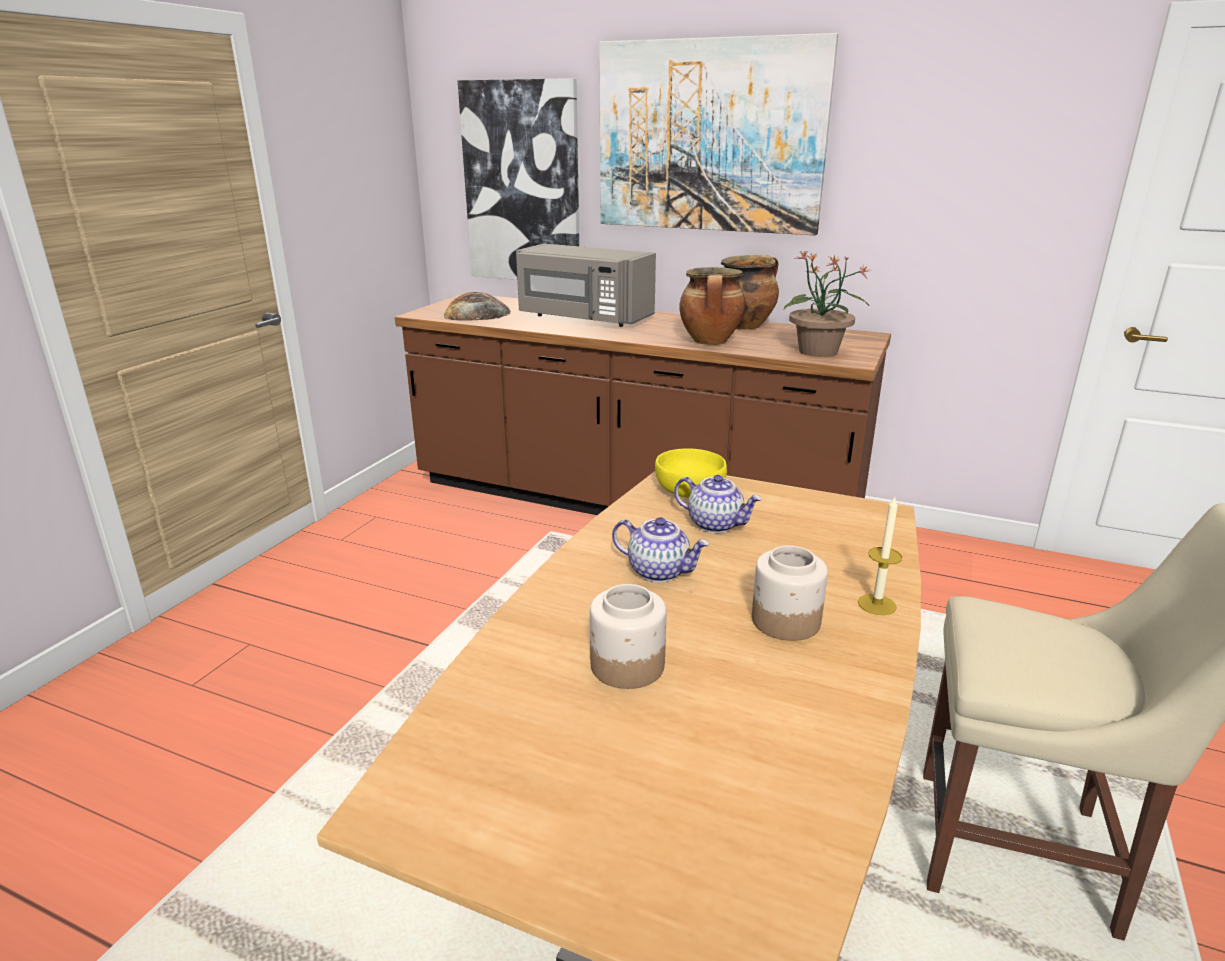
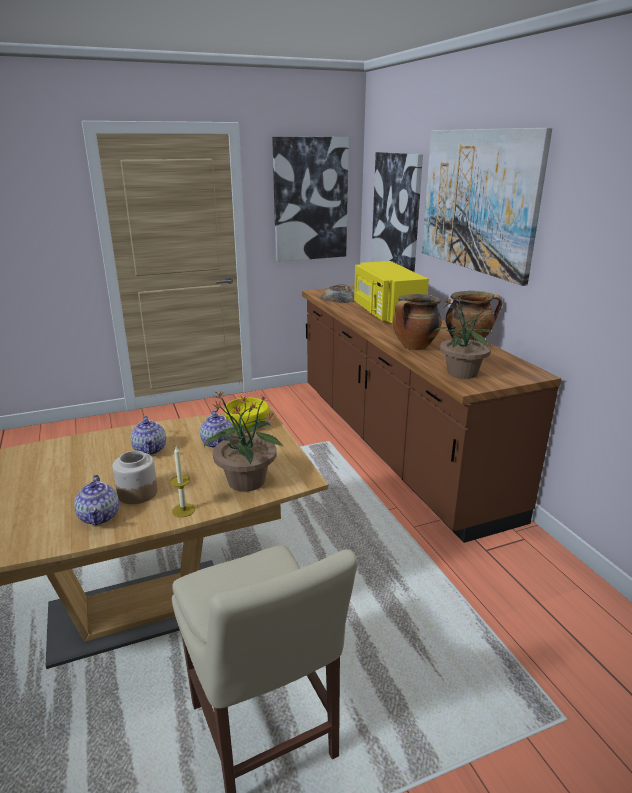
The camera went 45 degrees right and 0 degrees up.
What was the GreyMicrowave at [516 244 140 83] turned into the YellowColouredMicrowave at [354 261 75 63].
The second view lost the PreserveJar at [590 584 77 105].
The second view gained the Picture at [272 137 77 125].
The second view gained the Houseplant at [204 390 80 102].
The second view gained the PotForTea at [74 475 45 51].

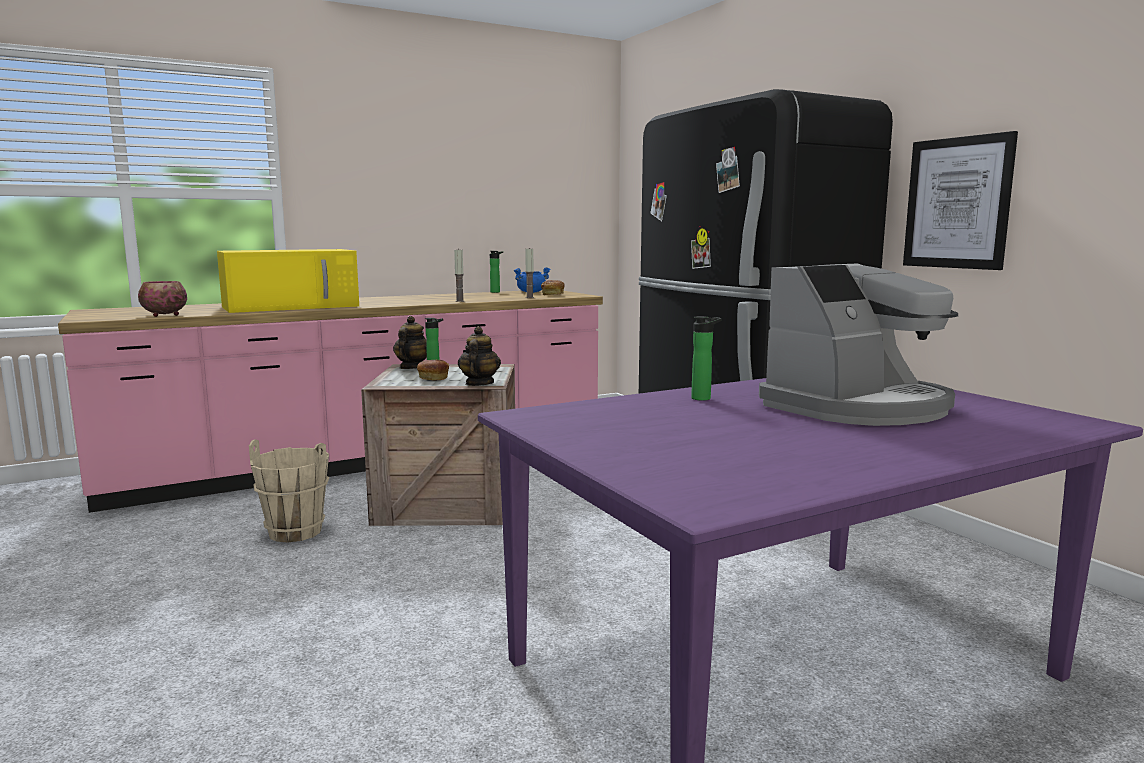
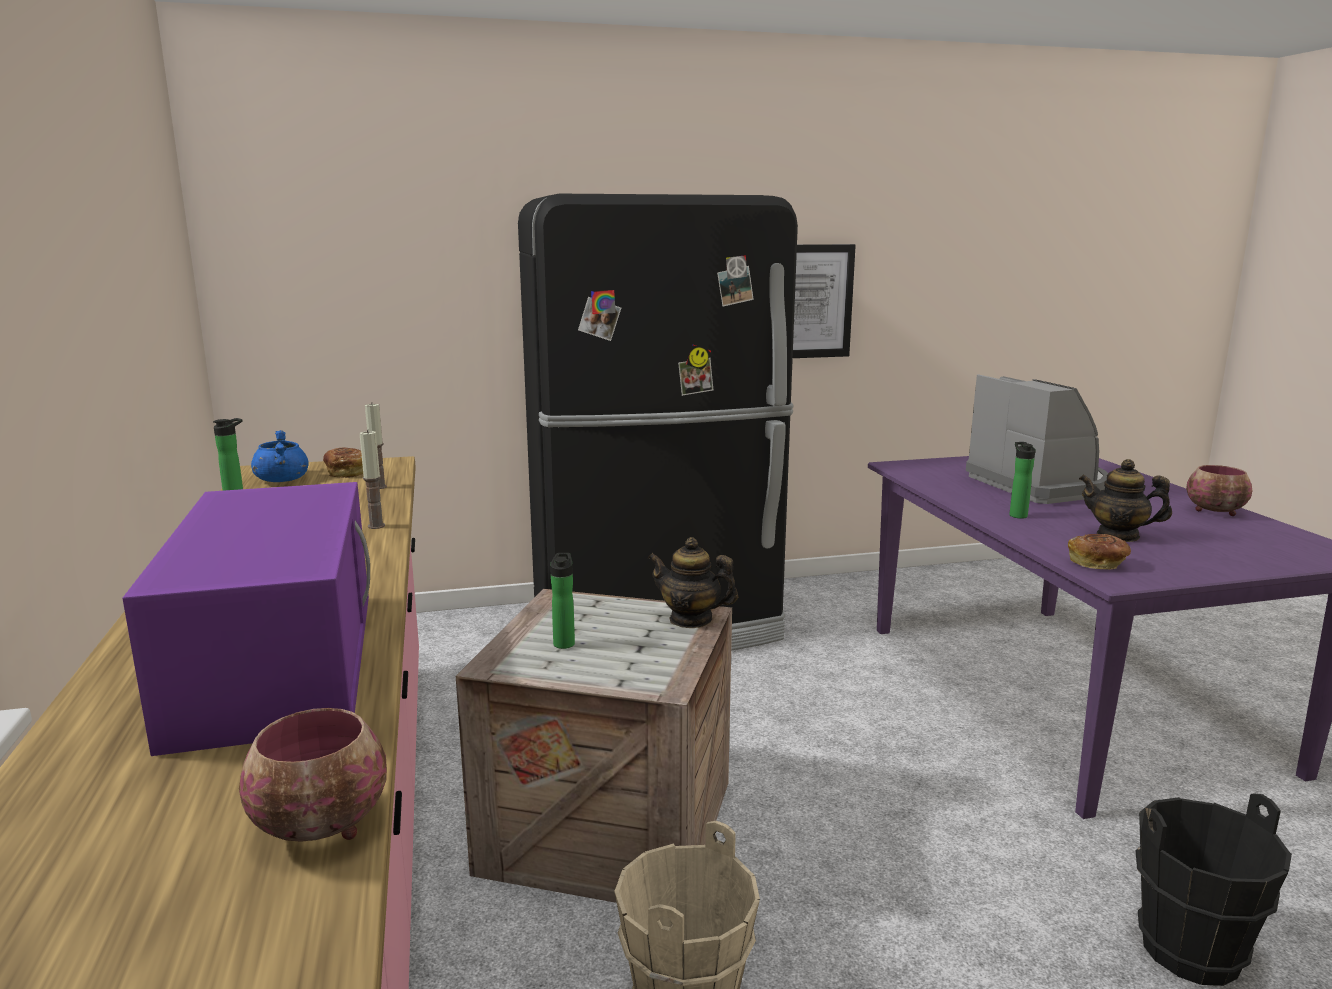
The camera went 75 degrees left and 5 degrees up.
What was the YellowColouredMicrowave at [217 249 142 64] turned into the PurplishMicrowave at [122 482 248 274].
The PotForTea ended up elsewhere, having gone from [393 316 34 53] to [1079 459 93 83].
The Bread ended up elsewhere, having gone from [417 359 32 21] to [1068 534 63 36].
The second view gained the ServingBowl at [1186 465 66 51].
The second view gained the BlackWaterBucket at [1135 793 157 193].

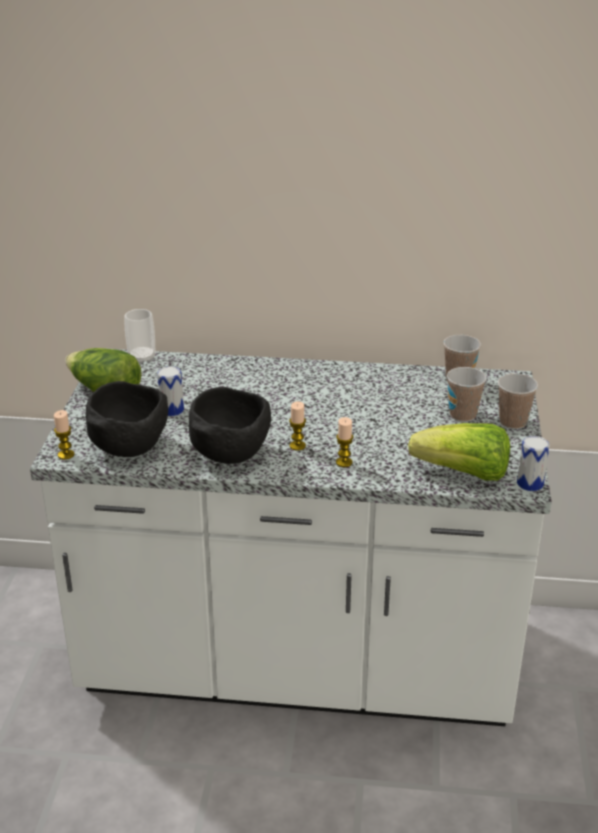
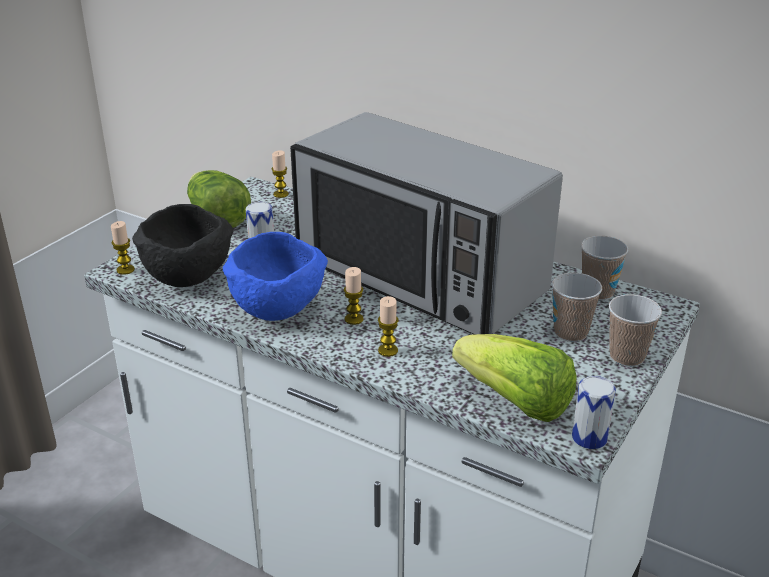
The camera went 25 degrees right and 0 degrees up.
Where the DrinkingCup stood at [125 309 30 55], the Candle came to stand at [272 150 17 48].
What was the BlackServingBowl at [189 387 82 77] turned into the BlueColouredServingBowl at [223 232 105 89].
The second view gained the Microwave at [290 112 273 223].

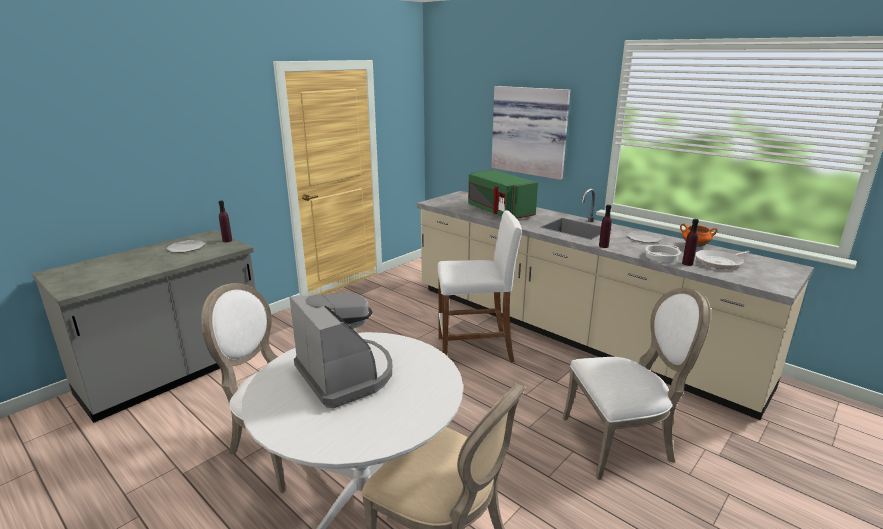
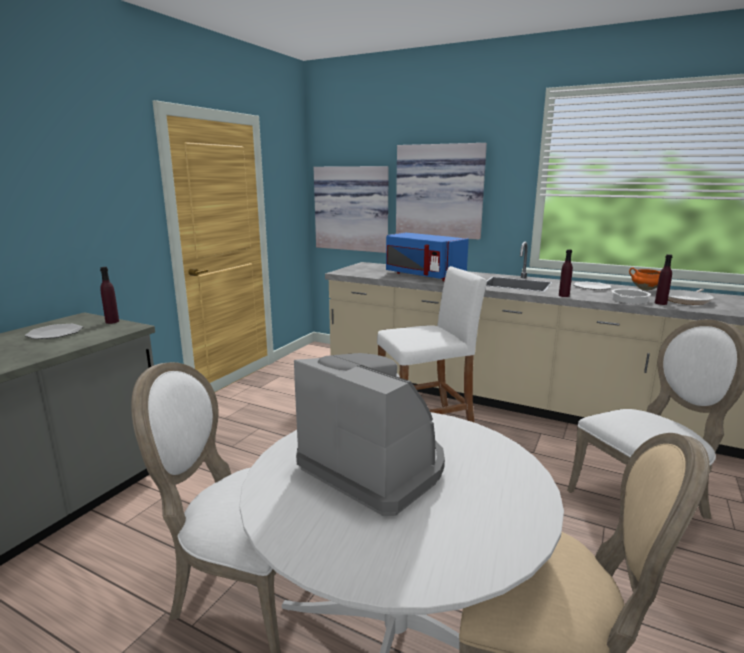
The camera went 15 degrees left and 5 degrees down.
What was the GreenColouredMicrowave at [468 169 70 50] turned into the BlueColouredMicrowave at [386 233 83 48].
The second view gained the Picture at [314 166 75 87].

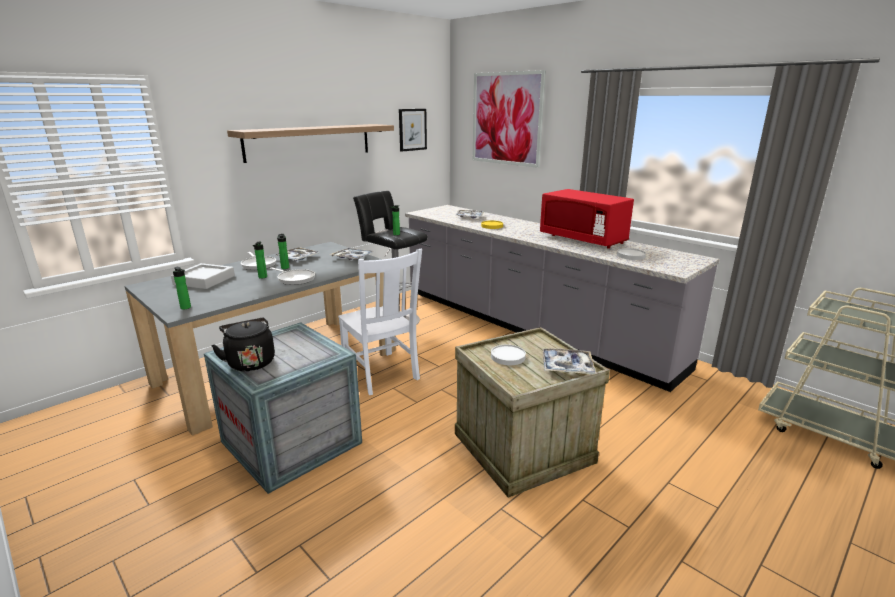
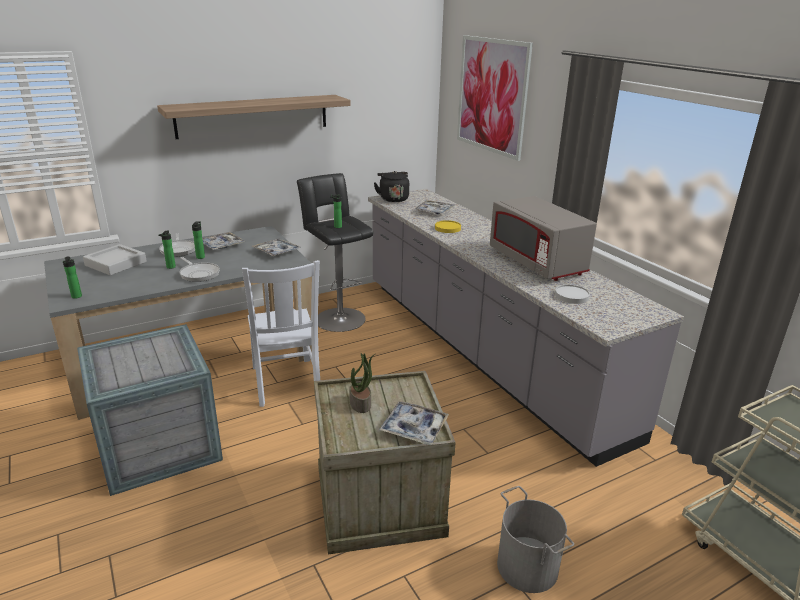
The camera went 15 degrees right and 5 degrees up.
The second view lost the Picture at [399 109 28 43].
What was the ReddishMicrowave at [540 189 94 60] turned into the GreyMicrowave at [490 196 107 85].
The BlackWaterKettle ended up elsewhere, having gone from [211 318 64 53] to [374 171 35 31].
Where the WhiteColouredPlate stood at [491 345 35 20], the Houseplant came to stand at [349 353 26 60].
The second view gained the GreyWaterBucket at [497 486 77 107].

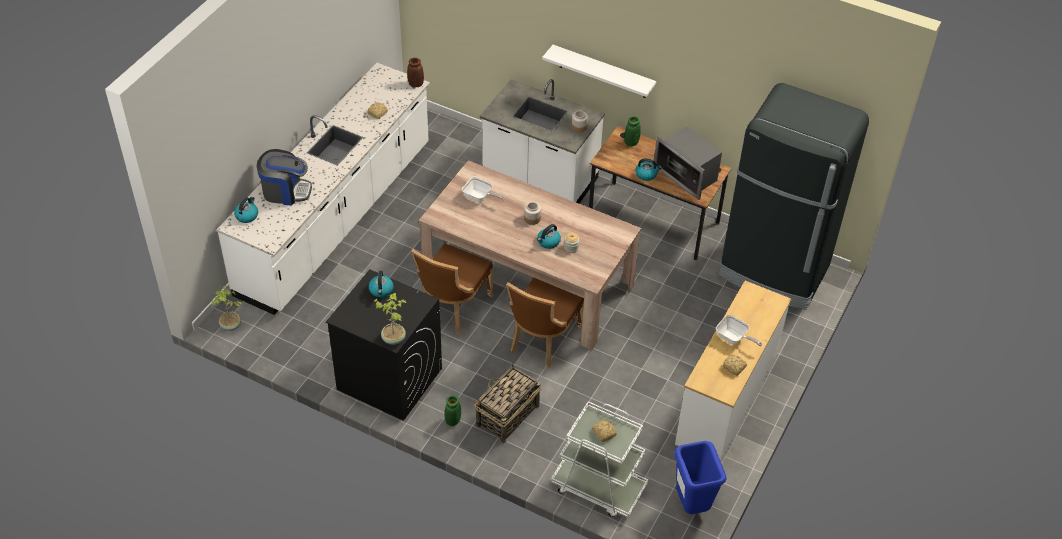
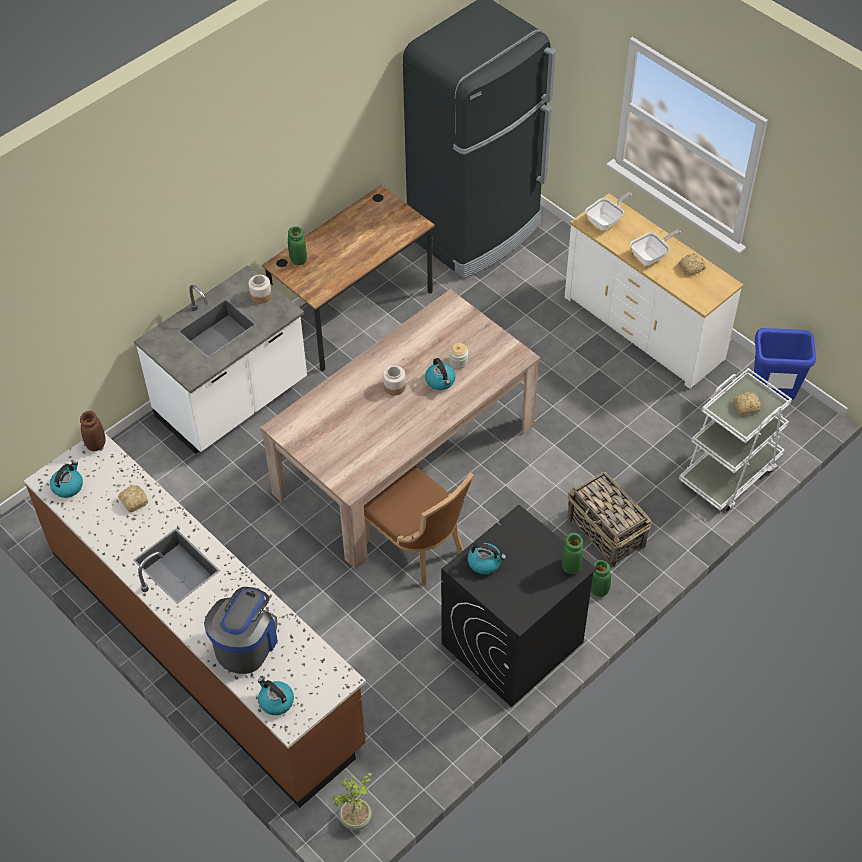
The camera went 70 degrees left and 5 degrees up.
The second view lost the WhiteColouredWallShelf at [542 45 114 53].
What was the WhiteColouredKitchenCounter at [216 63 214 252] turned into the BrownKitchenCounter at [24 433 342 375].
The second view lost the Microwave at [654 126 68 74].
The WaterKettle ended up elsewhere, having gone from [635 158 27 23] to [50 461 33 37].
The FryingPan ended up elsewhere, having gone from [462 177 43 25] to [585 192 47 38].
The second view lost the BrownUprightChair at [506 278 78 90].
Where the Houseplant stood at [374 293 32 52], the GreenColouredVase came to stand at [562 533 21 41].

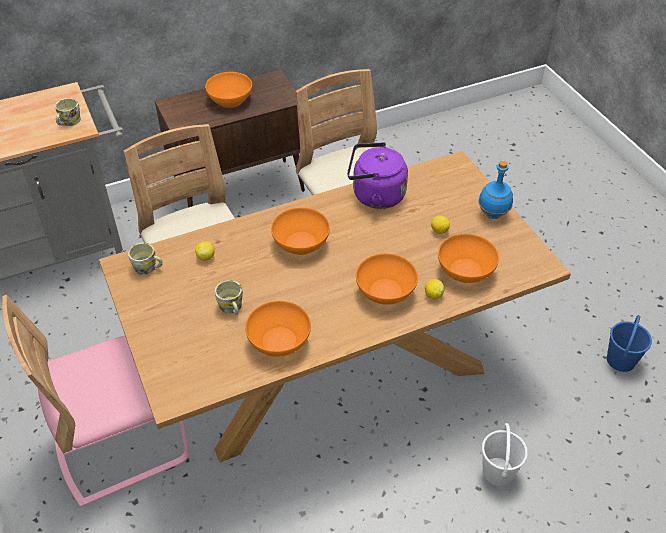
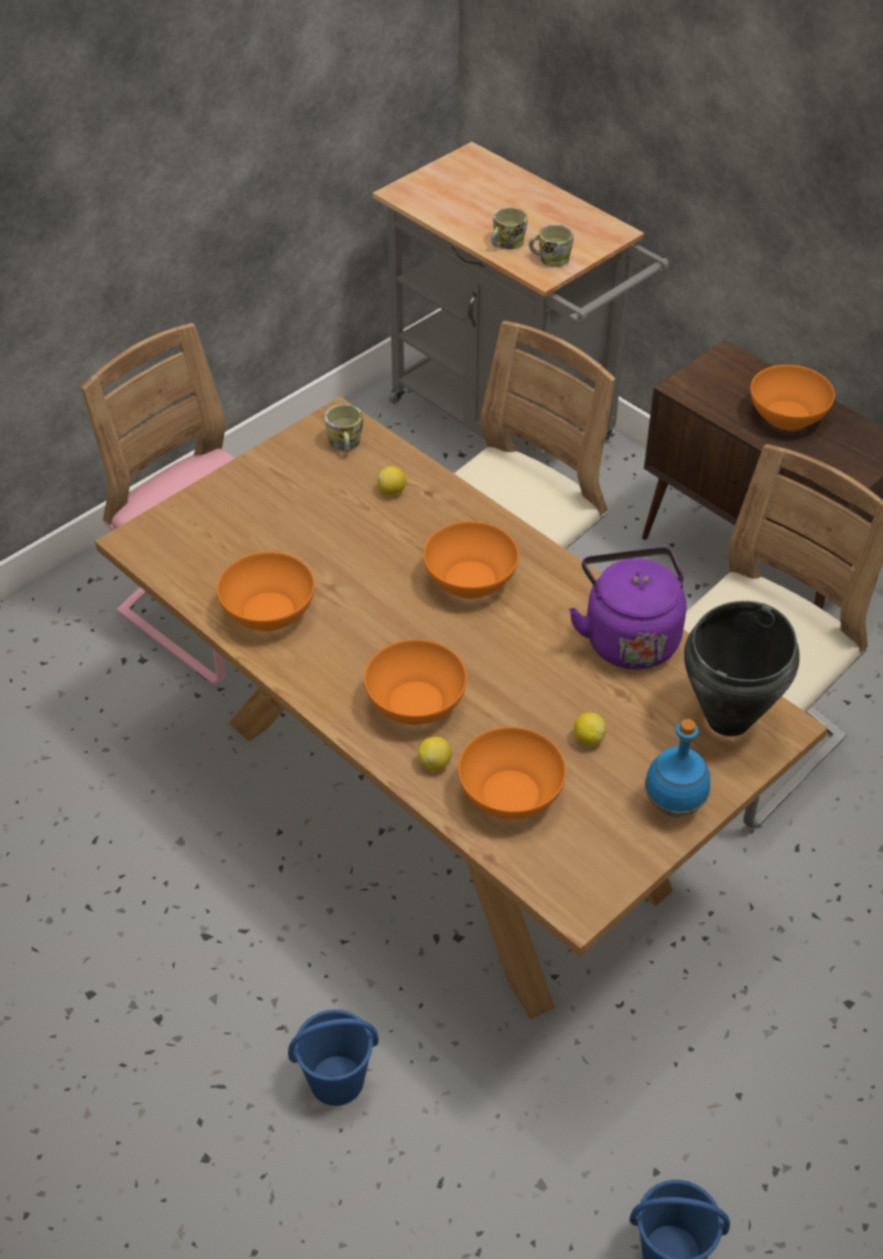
The camera went 70 degrees right and 0 degrees up.
The TeaMug ended up elsewhere, having gone from [215 280 28 35] to [491 207 36 42].
What was the WhiteColouredWaterBucket at [482 423 46 63] turned into the BlueColouredWaterBucket at [288 1009 91 97].
The second view gained the BlackCookingPot at [684 601 116 135].

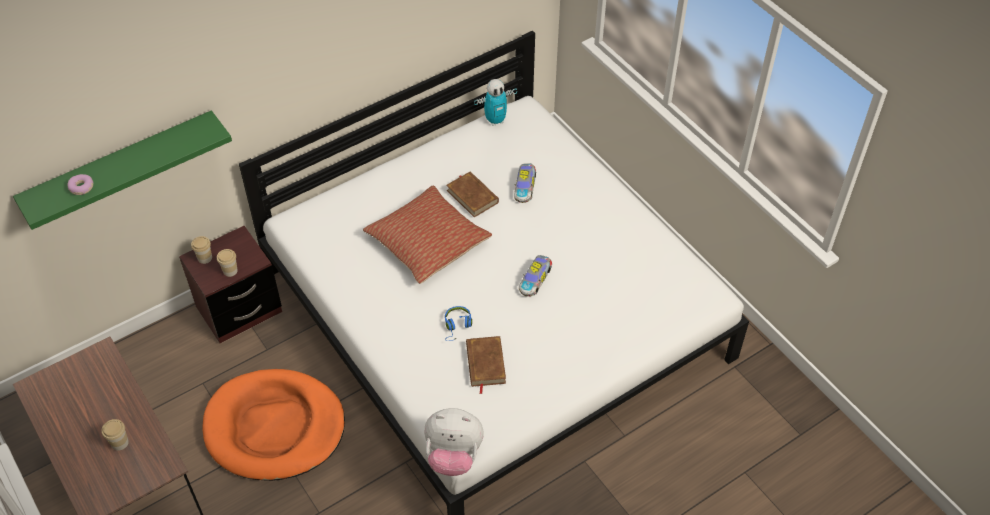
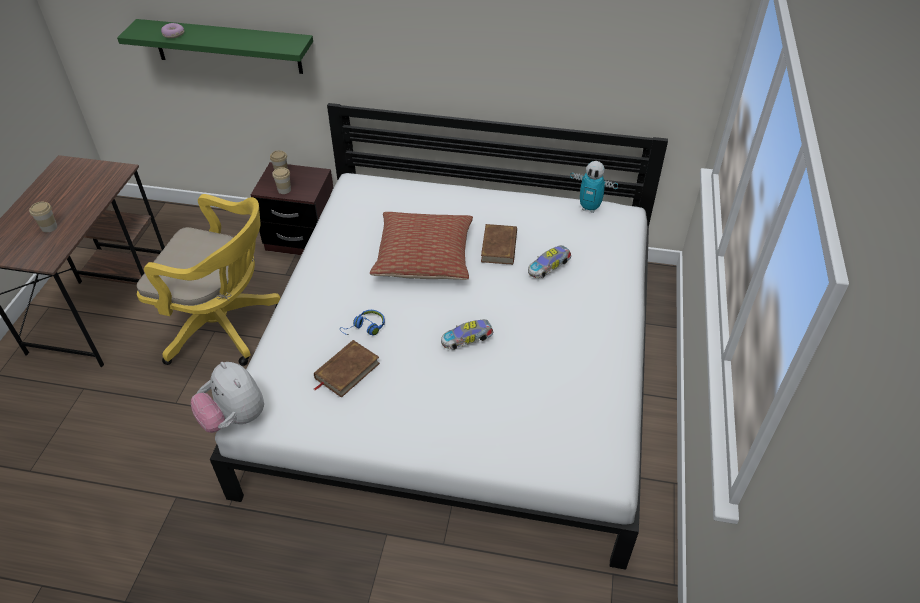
The camera went 45 degrees right and 5 degrees down.
Where the OrangePetBed stood at [203 369 142 112], the YellowColouredComputerChair came to stand at [137 194 143 172].

